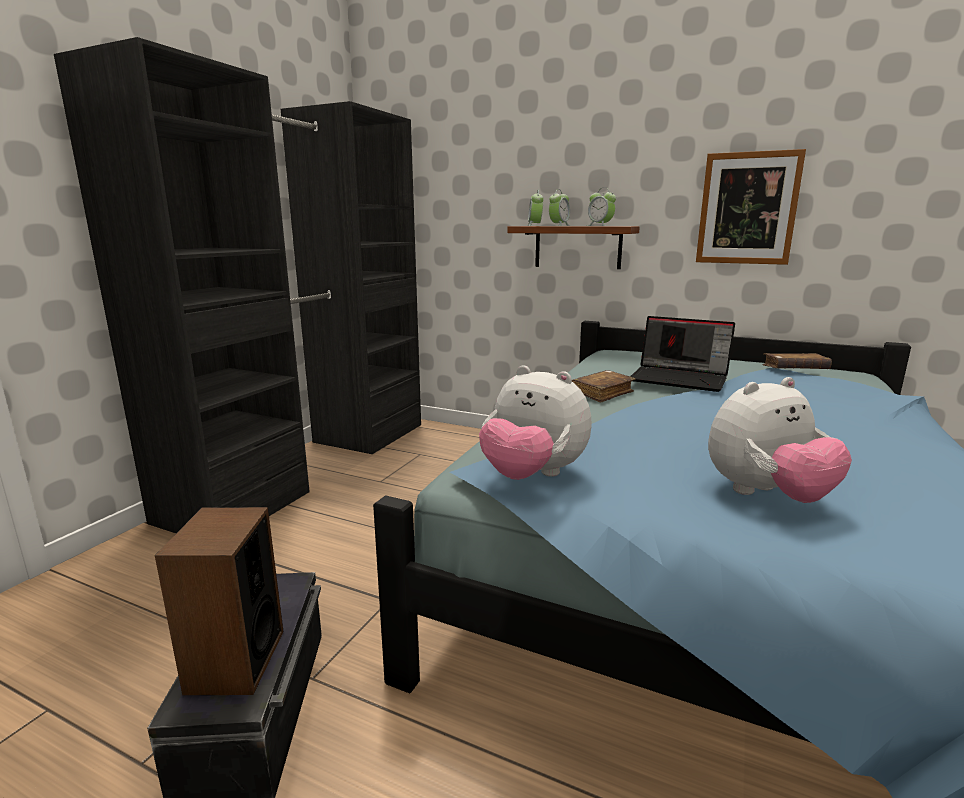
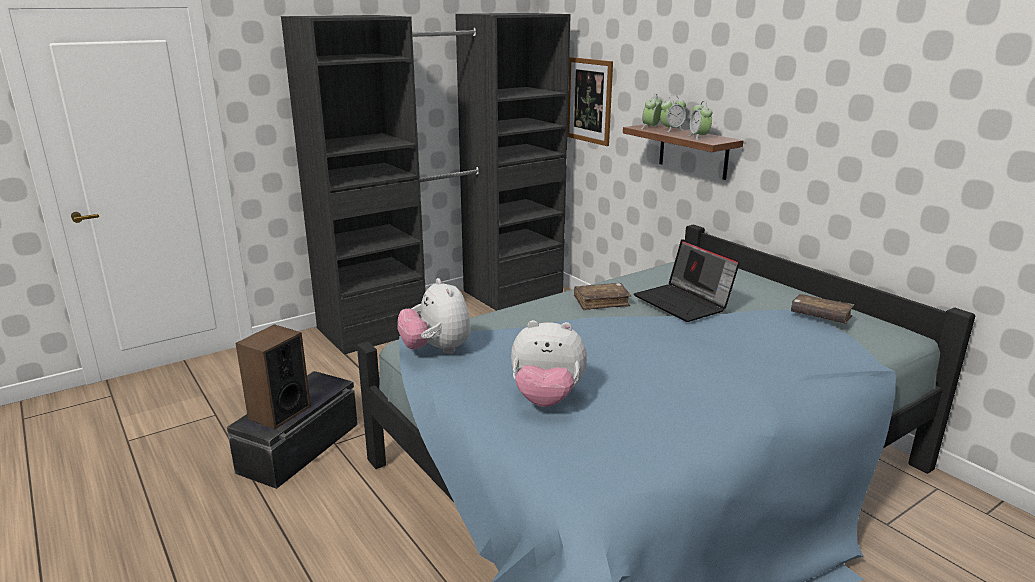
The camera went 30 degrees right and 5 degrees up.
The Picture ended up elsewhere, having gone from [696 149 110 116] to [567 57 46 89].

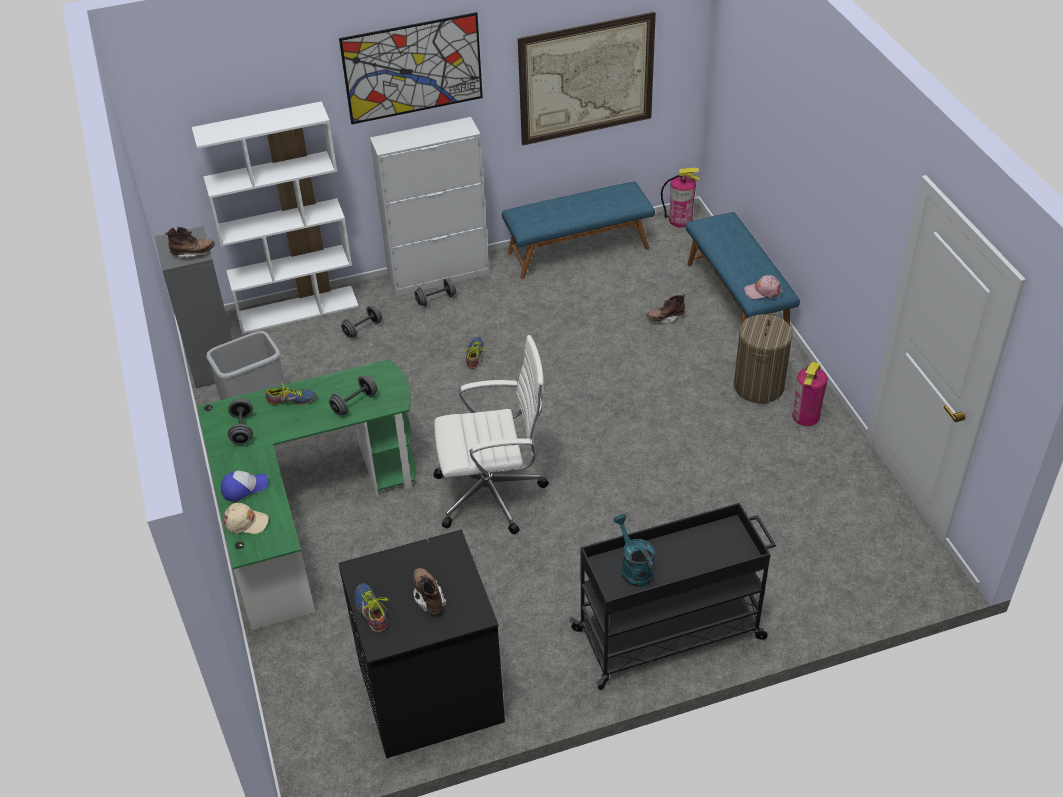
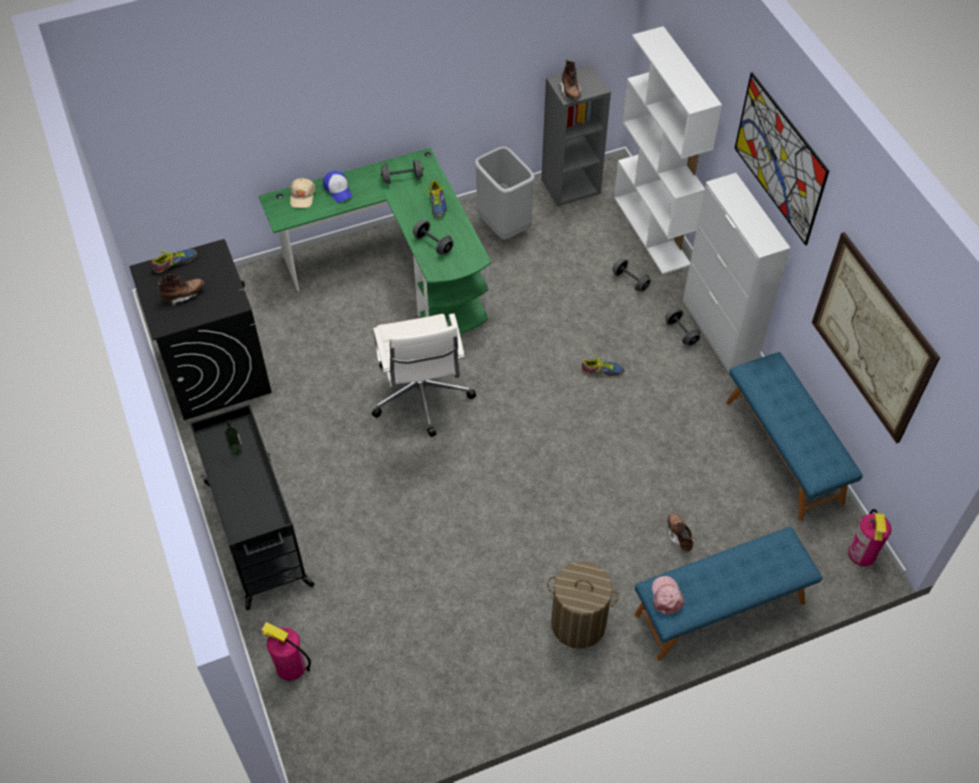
The camera went 85 degrees right and 10 degrees up.
The FireExtinguisher ended up elsewhere, having gone from [792 362 36 64] to [262 622 49 59].
Where the TurquoiseColouredWateringPot stood at [613 514 42 73], the DrinkBottle came to stand at [224 419 19 36].

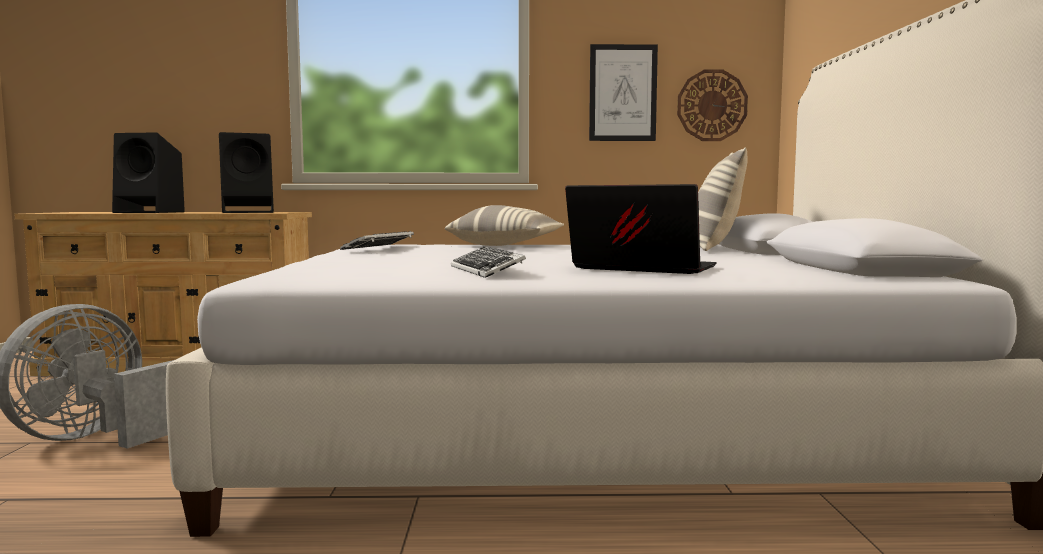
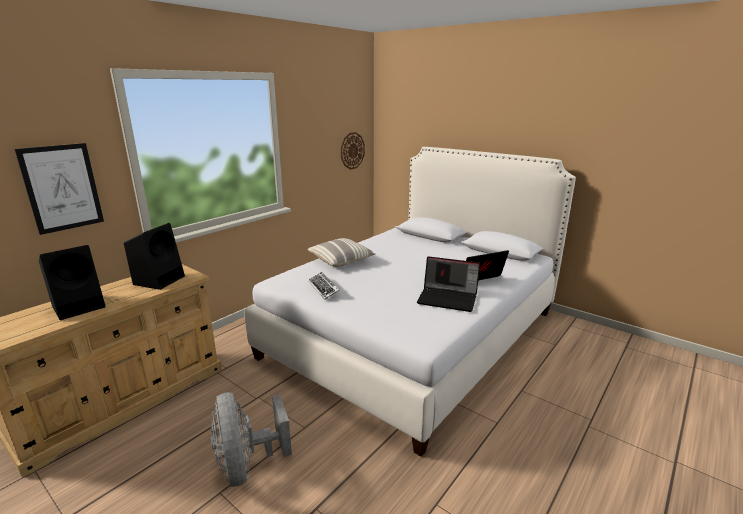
The camera went 50 degrees left and 15 degrees up.
The Picture ended up elsewhere, having gone from [589 44 69 97] to [15 143 89 92].
The second view lost the ThrowPillow at [698 147 50 104].
Where the ComputerKeyboard stood at [451 246 75 32], the PortableComputer came to stand at [417 256 63 56].

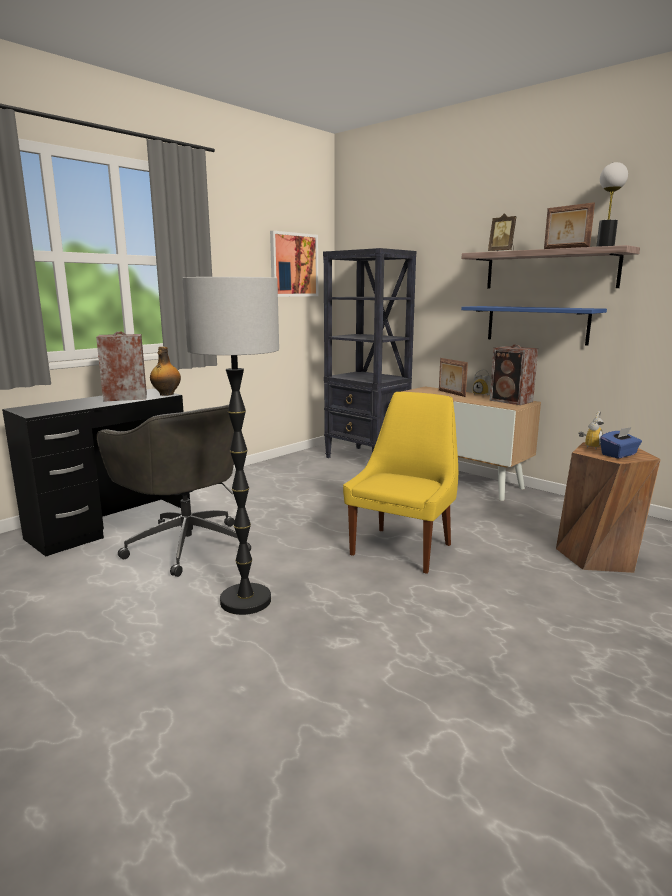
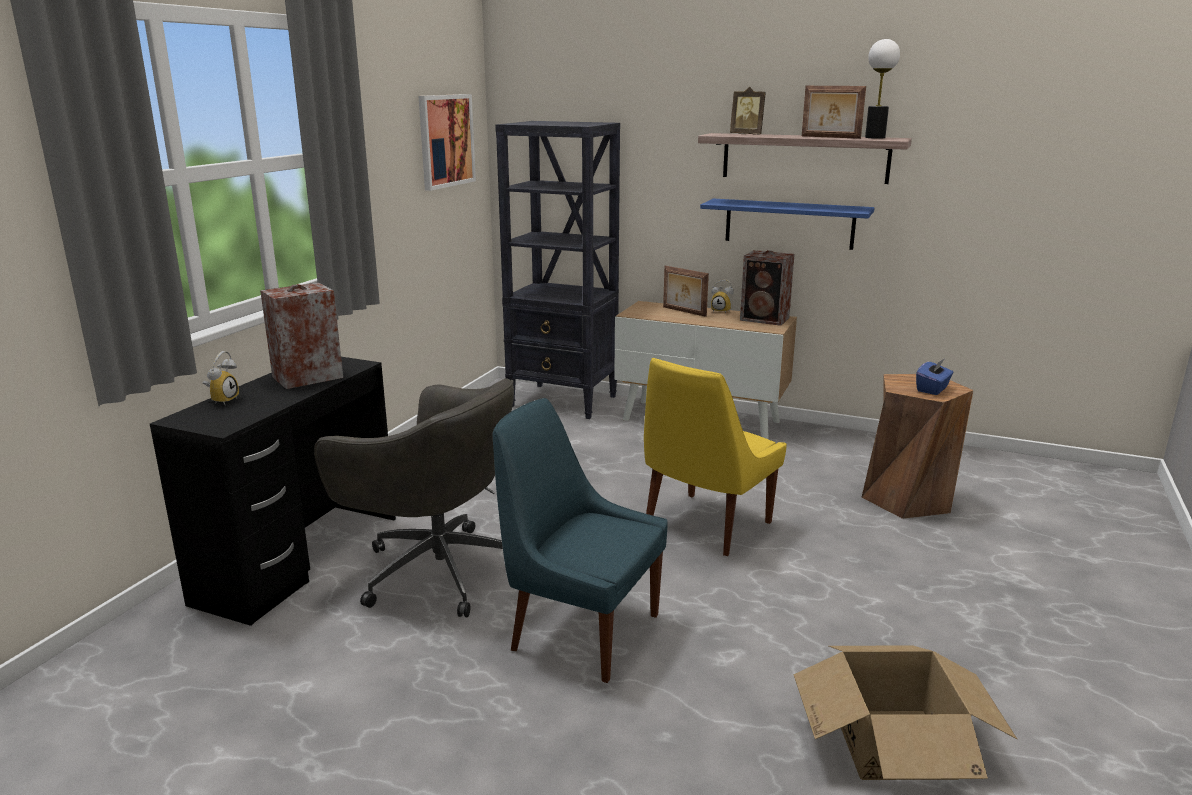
The camera went 20 degrees left and 5 degrees up.
Where the FloorLamp stood at [182 277 97 338], the BlueColouredUprightChair came to stand at [492 398 176 285].
The second view lost the DrinkBottle at [150 347 31 49].
The YellowColouredUprightChair at [343 392 115 182] ended up facing another way, 150 degrees counterclockwise from before.
The AlarmClock ended up elsewhere, having gone from [578 411 26 38] to [203 351 36 54].
The second view gained the PackingBox at [794 646 223 134].

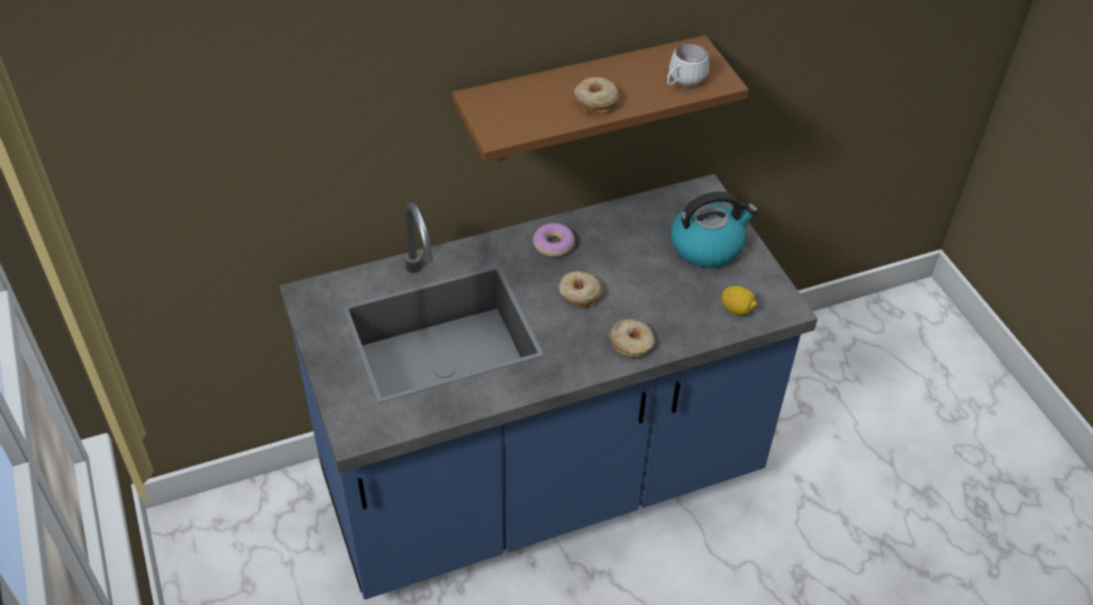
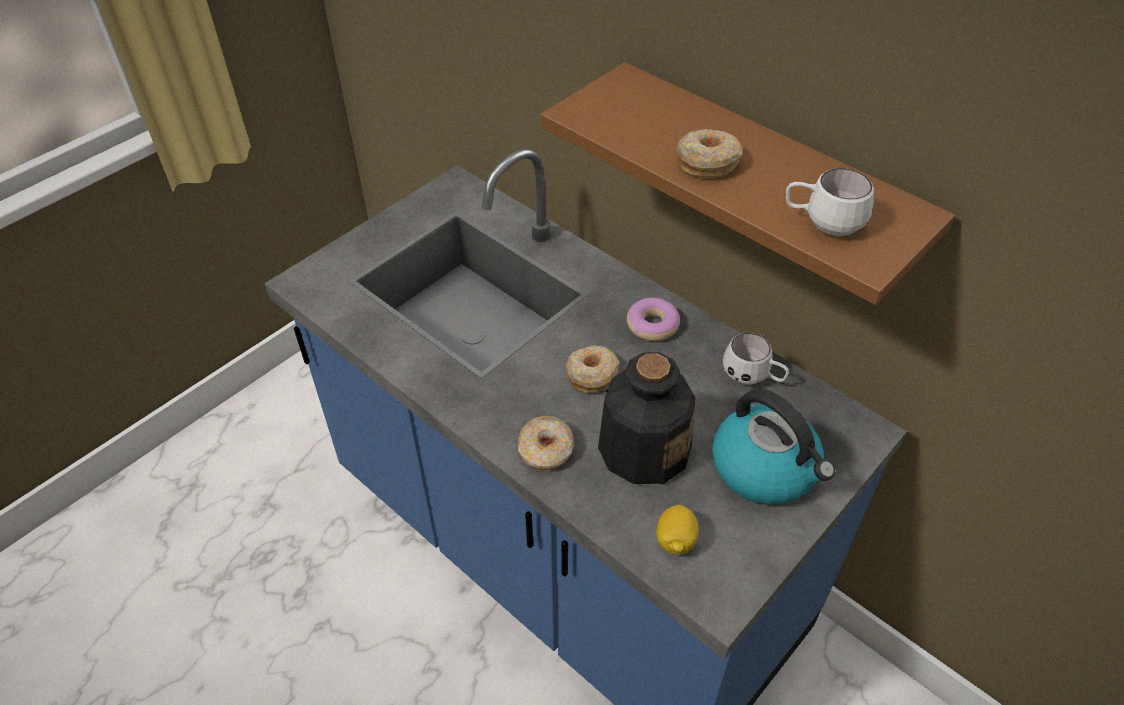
The camera went 65 degrees right and 0 degrees up.
The second view gained the WhiteColouredTeaMug at [723 333 66 52].
The second view gained the DrinkBottle at [598 352 97 132].

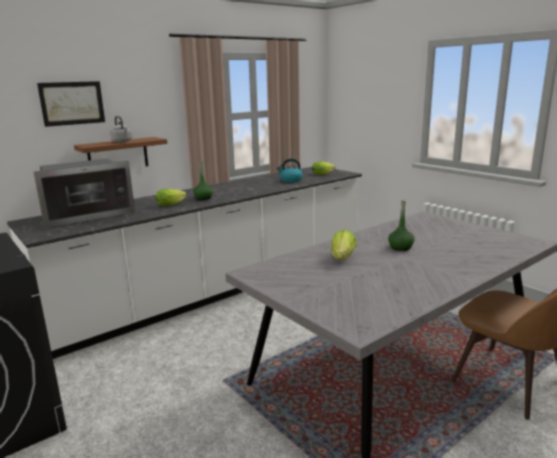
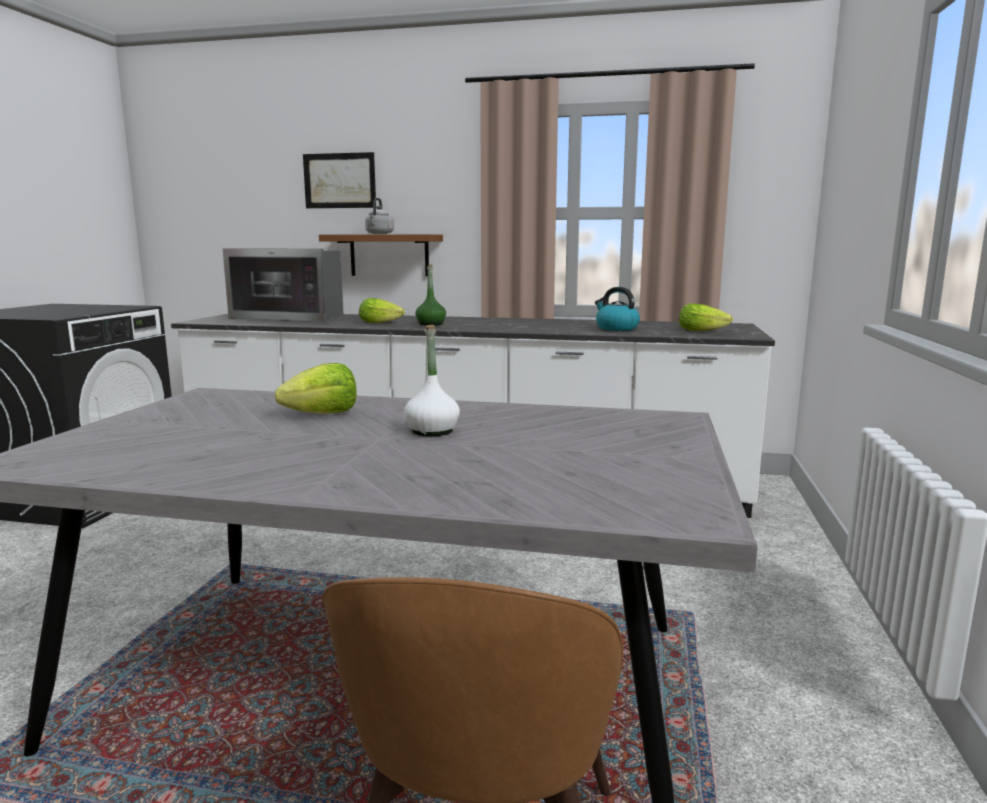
The camera went 50 degrees right and 5 degrees down.
What was the GreenColouredDrinkBottle at [388 200 27 51] turned into the WhiteColouredDrinkBottle at [404 325 56 111].

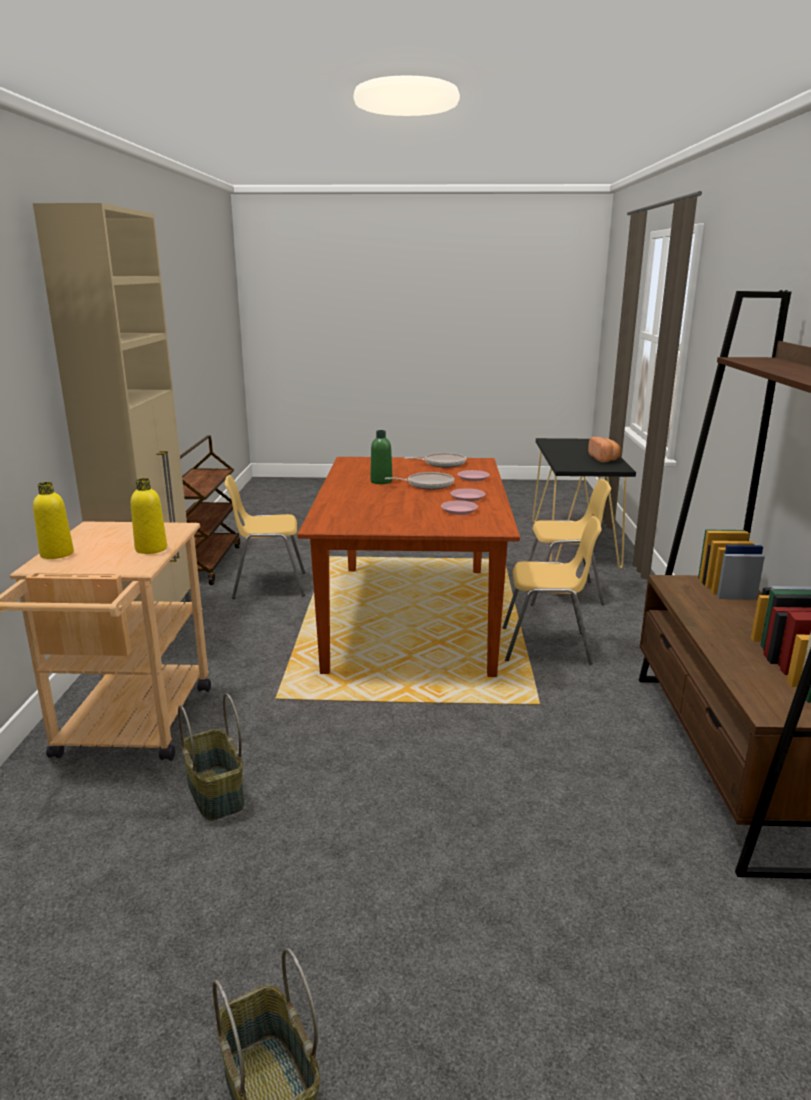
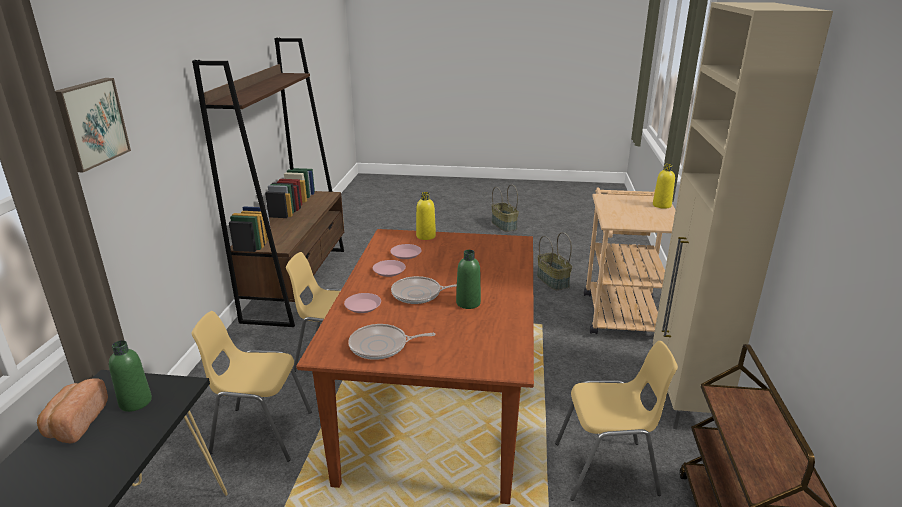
The camera went 175 degrees left and 5 degrees up.
The YellowColouredDrinkBottle ended up elsewhere, having gone from [131 478 36 76] to [416 192 20 48].
The second view gained the Picture at [55 78 76 94].
The second view gained the GreenColouredDrinkBottle at [109 340 43 72].

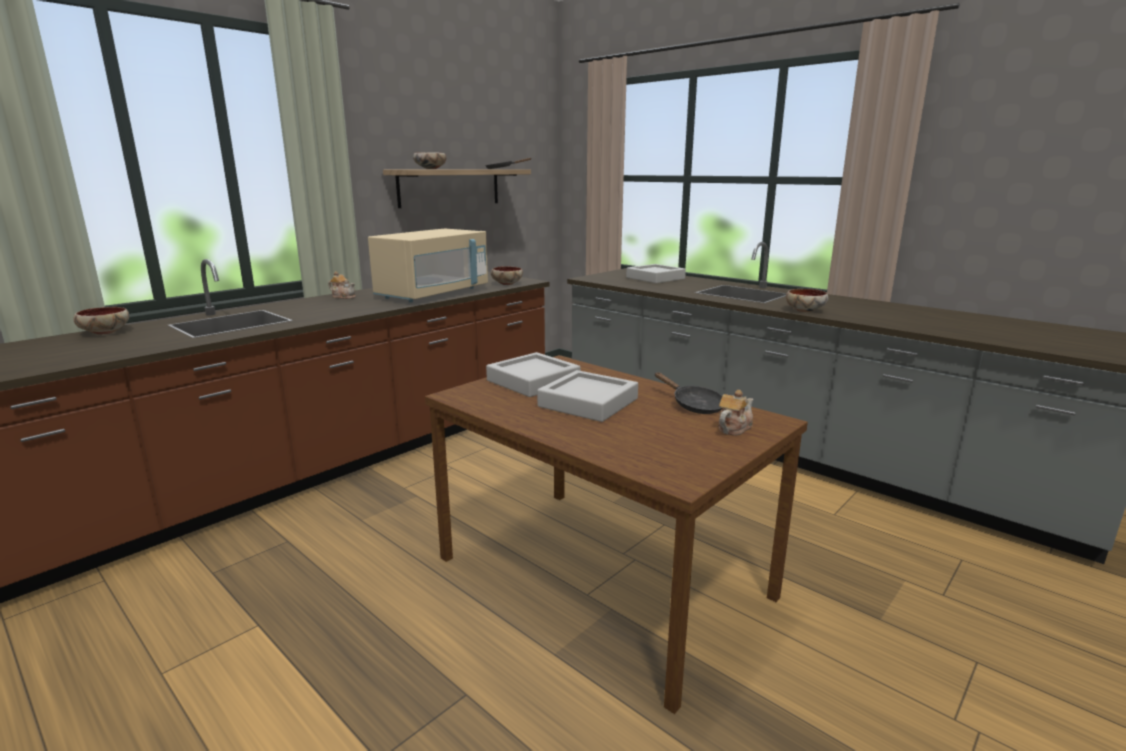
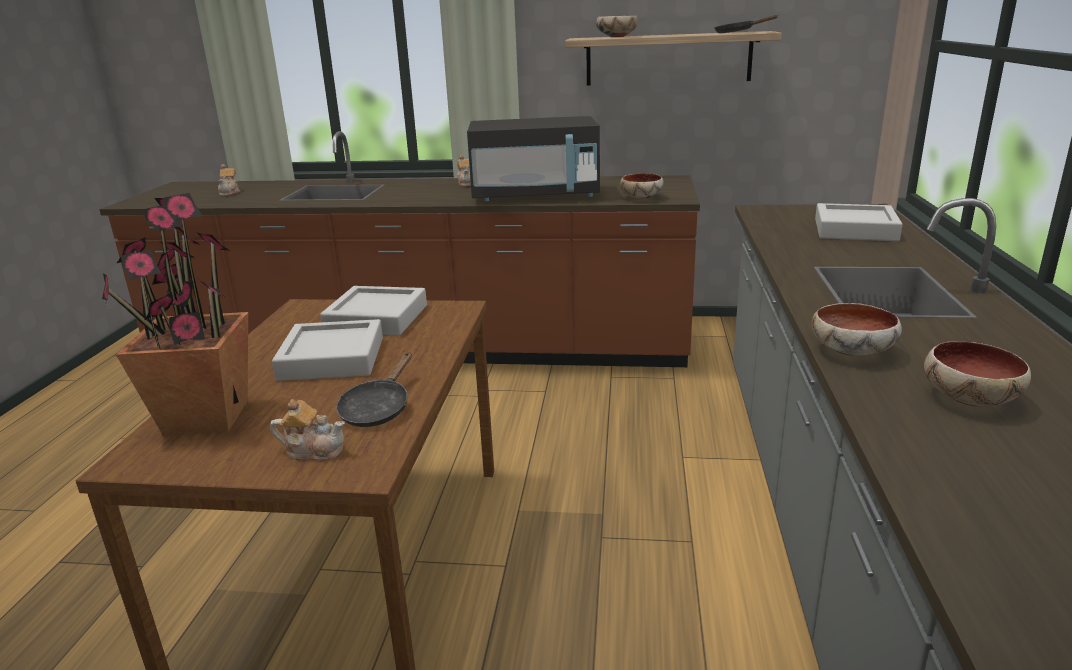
The camera went 55 degrees right and 5 degrees up.
What was the BeigeColouredMicrowave at [368 229 120 74] turned into the BlackMicrowave at [467 116 133 85].
The ServingBowl ended up elsewhere, having gone from [74 307 55 28] to [924 341 107 66].
The second view gained the PotForTea at [218 164 23 32].
The second view gained the Houseplant at [102 193 146 243].

